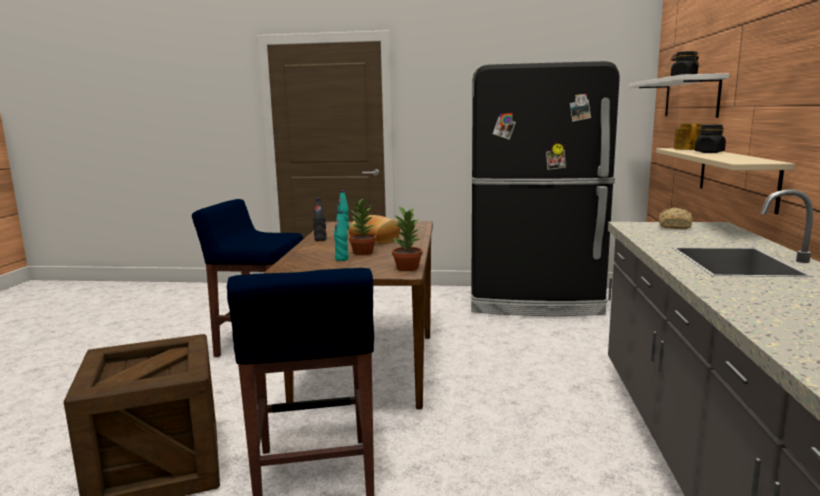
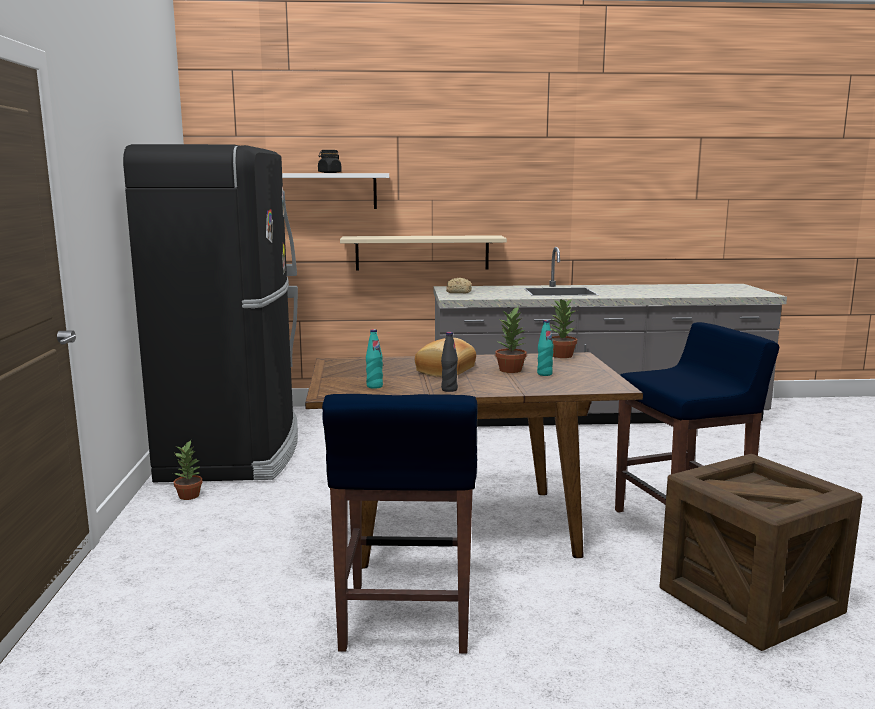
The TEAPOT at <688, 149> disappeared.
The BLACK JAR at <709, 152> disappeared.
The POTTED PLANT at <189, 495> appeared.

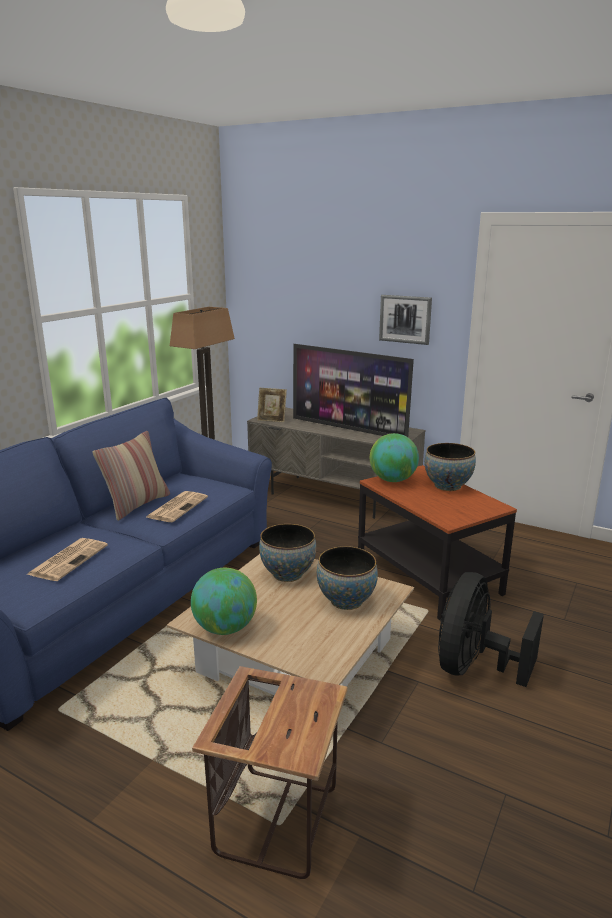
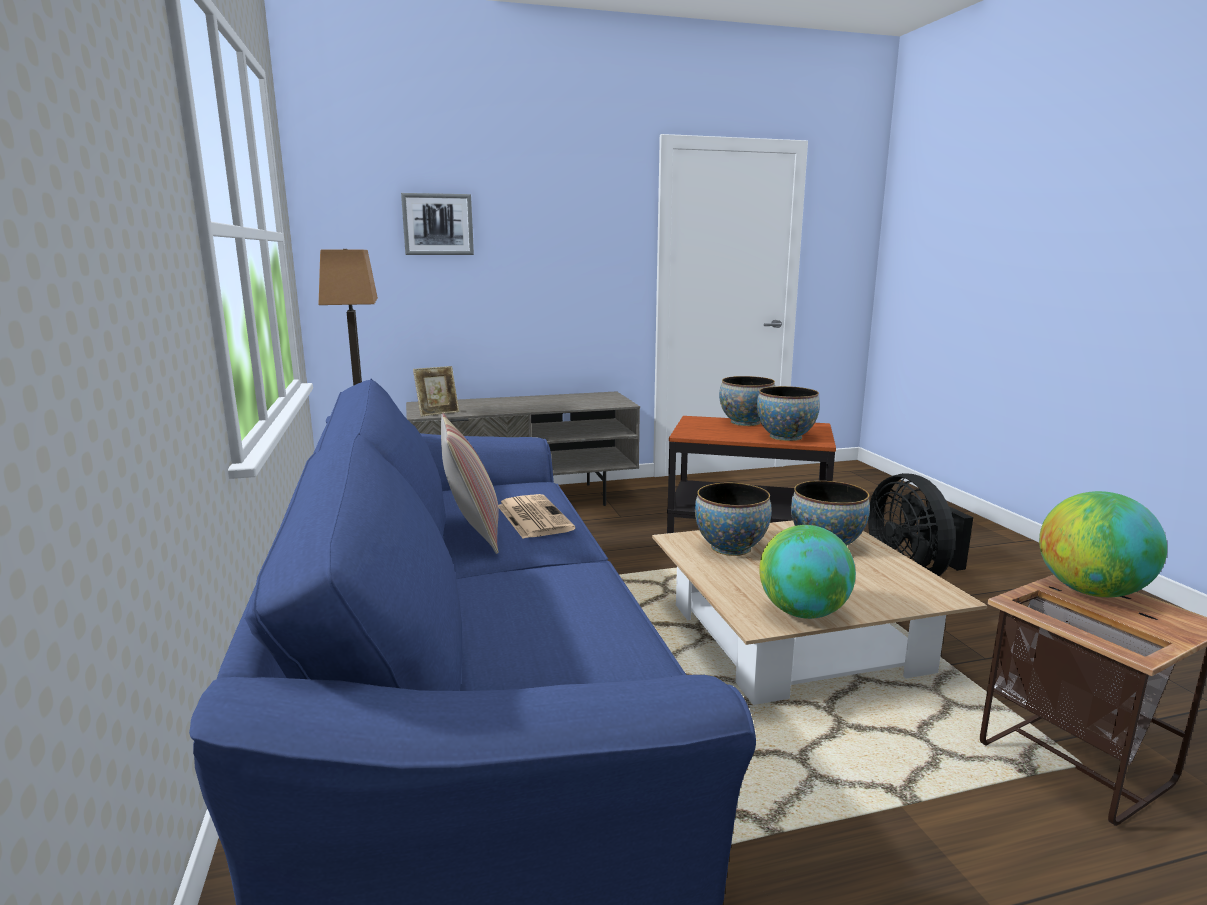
The NEWSPAPER at <69, 559> disappeared.
The TELEVISION at <349, 428> disappeared.
The BOWL at <785, 437> appeared.
The GLOBE moved from <392, 480> to <1091, 591>.
The PICTURE moved from <405, 319> to <438, 224>.

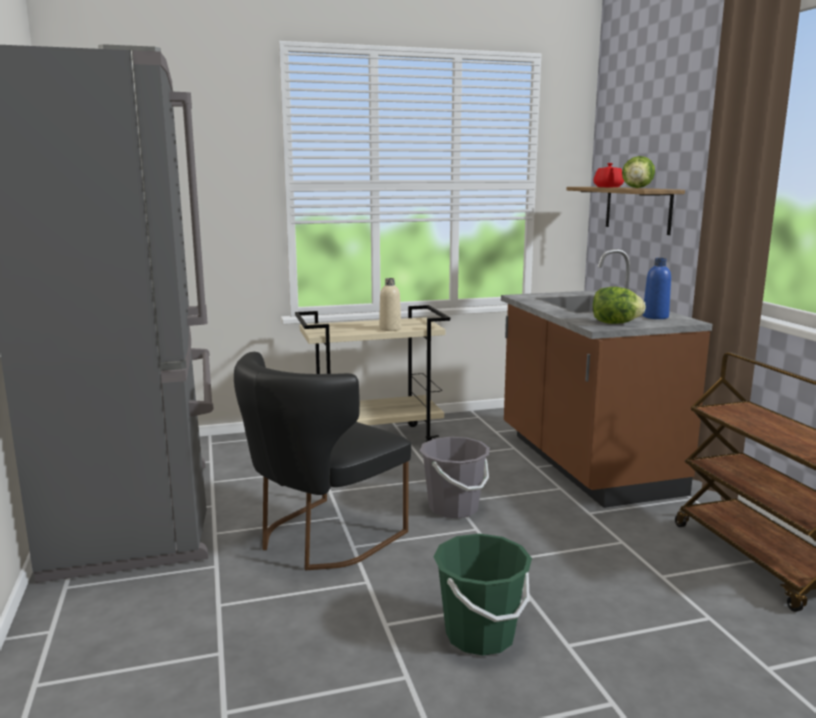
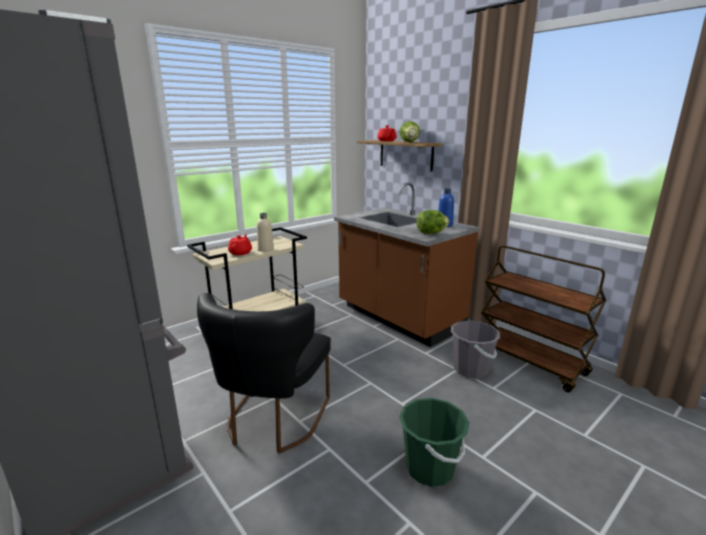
The RED TEAPOT at <240, 252> appeared.
The GREY BUCKET moved from <454, 508> to <471, 369>.

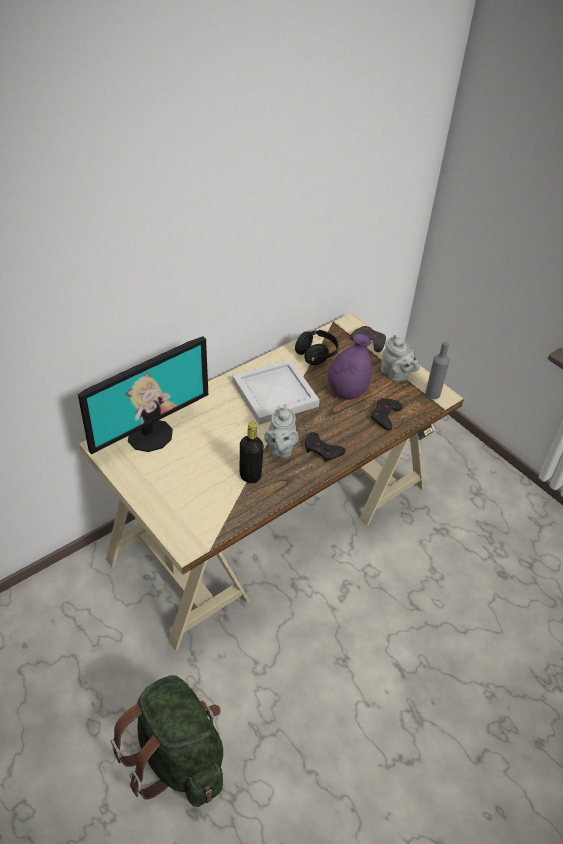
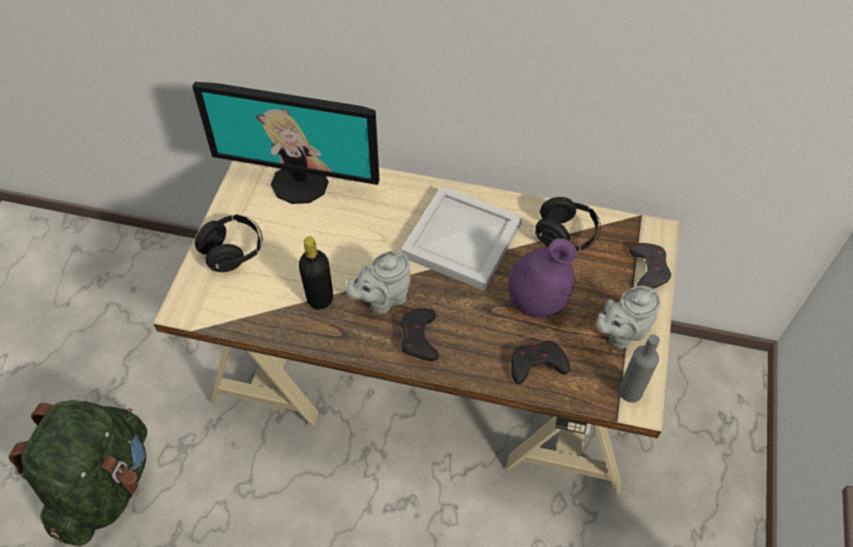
The BLACK HEADPHONES at <233, 252> appeared.
The GREY TEAPOT at <396, 375> turned 45 degrees clockwise.

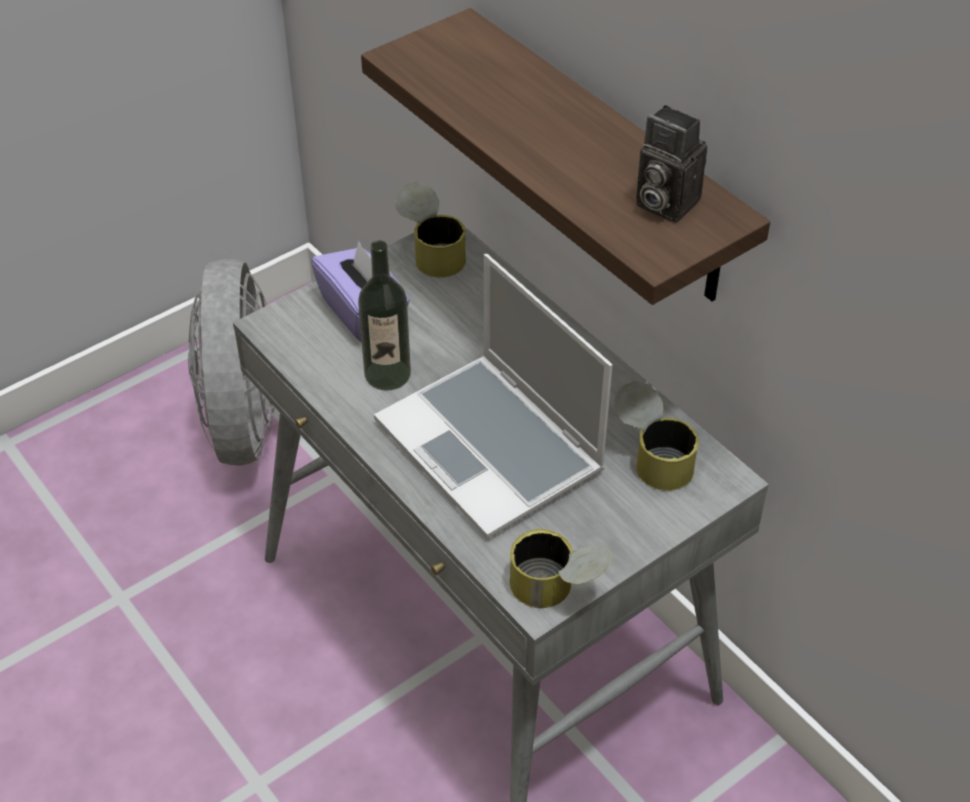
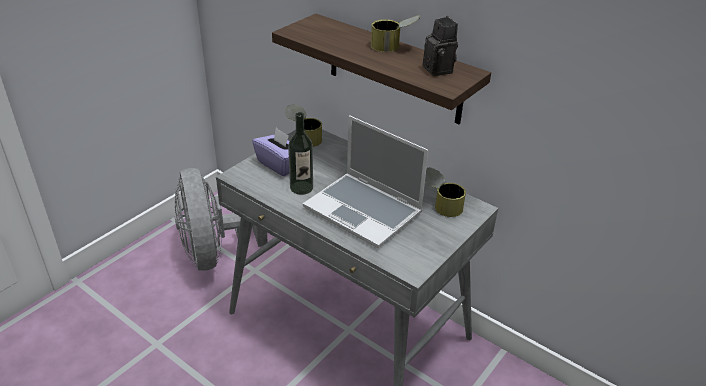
The CAN moved from <557, 591> to <393, 47>.
The PHOTO CAMERA at <662, 203> turned 135 degrees counterclockwise.

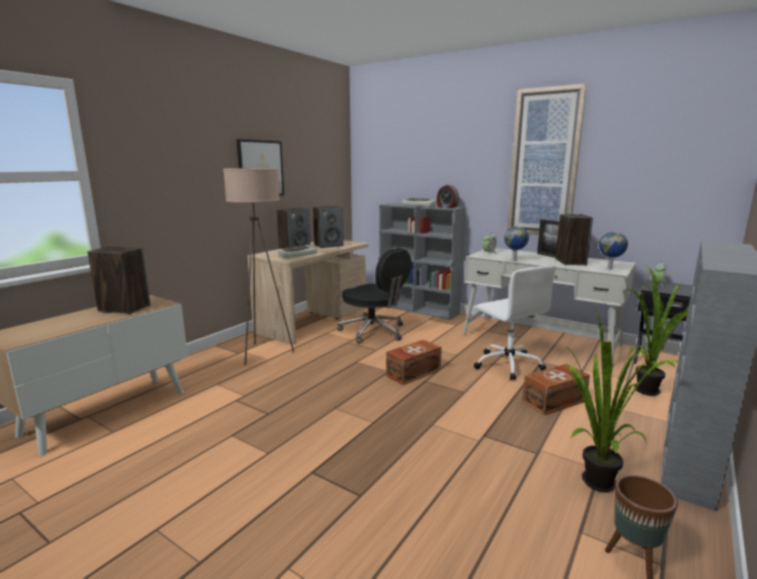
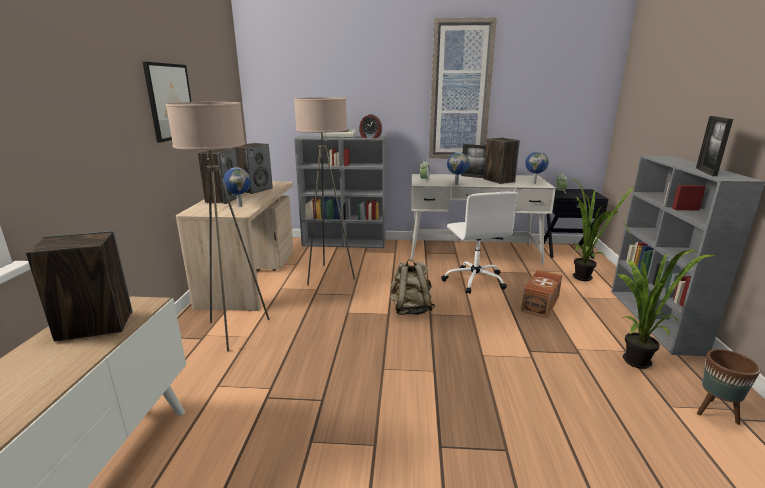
The PICTURE FRAME at <706, 172> appeared.
The KEYBOARD at <297, 254> was replaced by the GLOBE at <240, 206>.
The BLACK OFFICE CHAIR at <374, 332> was replaced by the BEIGE FLOOR LAMP at <329, 276>.
The BROWN STORAGE BOX at <412, 372> was replaced by the BEIGE BACKPACK at <410, 309>.
The WHITE OFFICE CHAIR at <507, 364> turned 45 degrees clockwise.

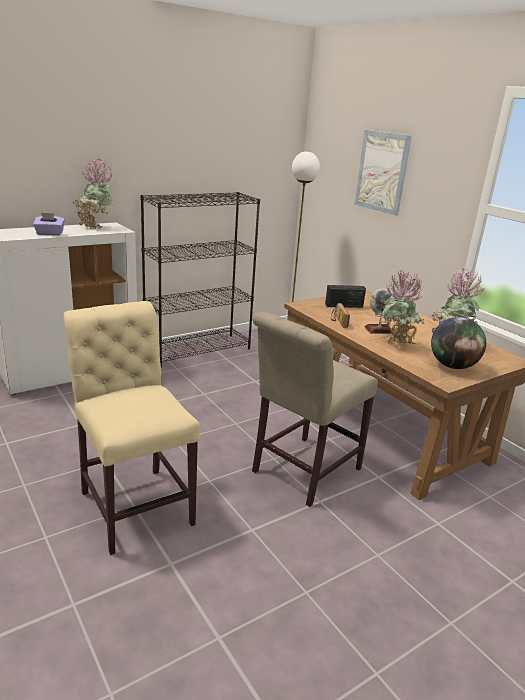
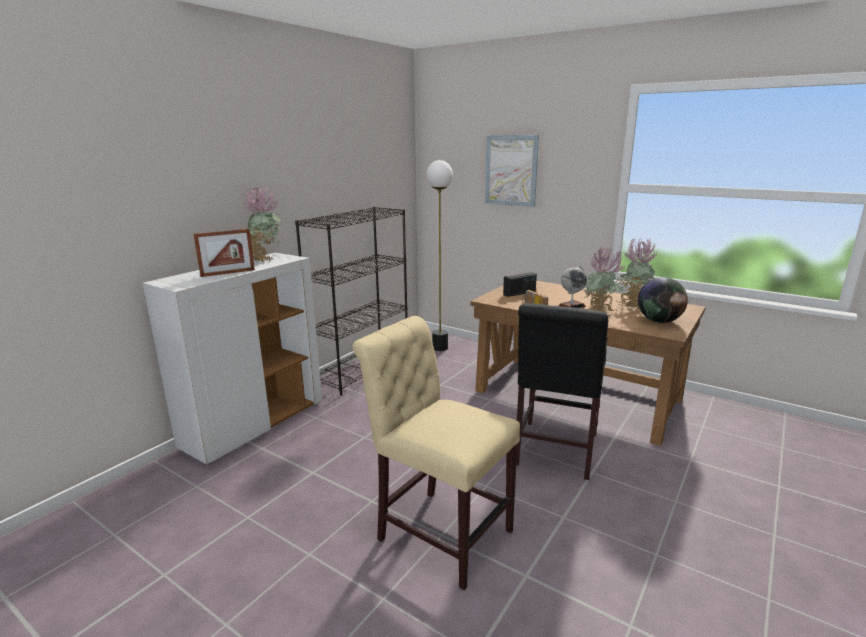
The PURPLE TISSUE BOX at <50, 234> was replaced by the PICTURE FRAME at <228, 273>.
The BEIGE CHAIR at <302, 472> became the BLACK CHAIR at <554, 452>.

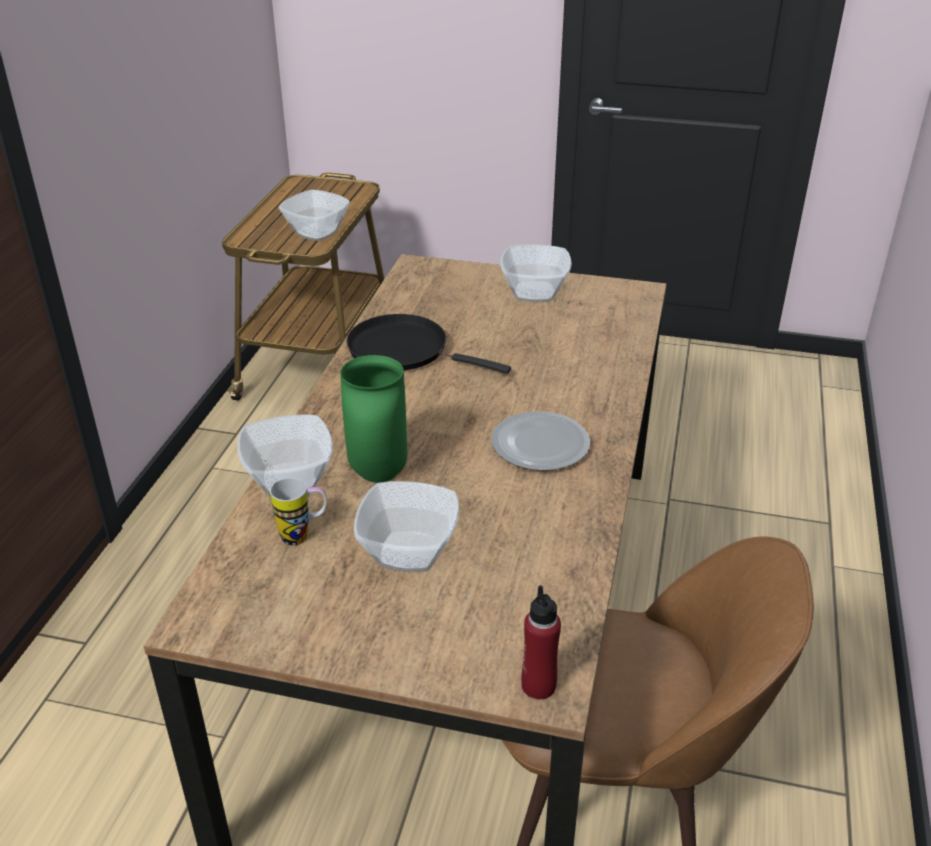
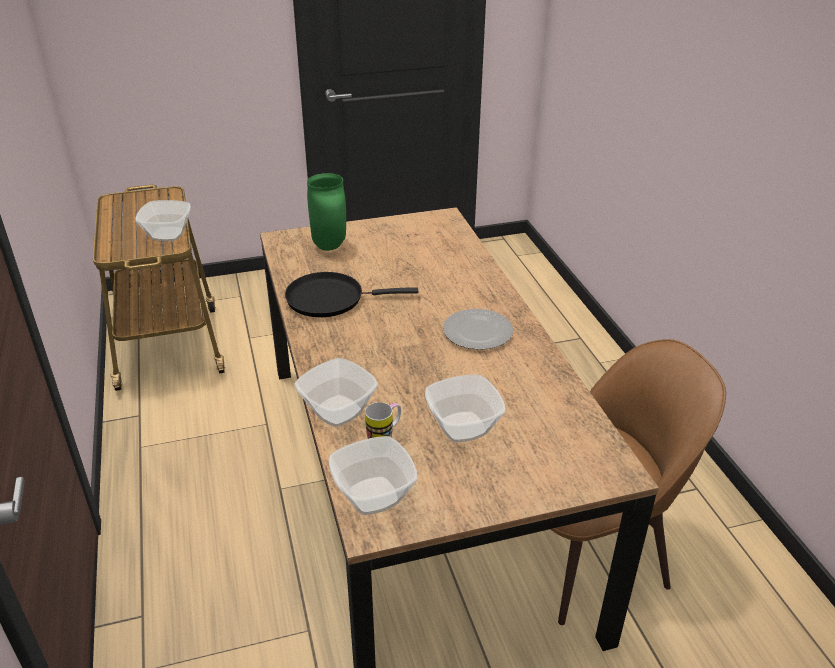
The RED BOTTLE at <538, 686> disappeared.
The GREEN VASE moved from <376, 474> to <328, 246>.
The BOWL moved from <533, 293> to <373, 497>.

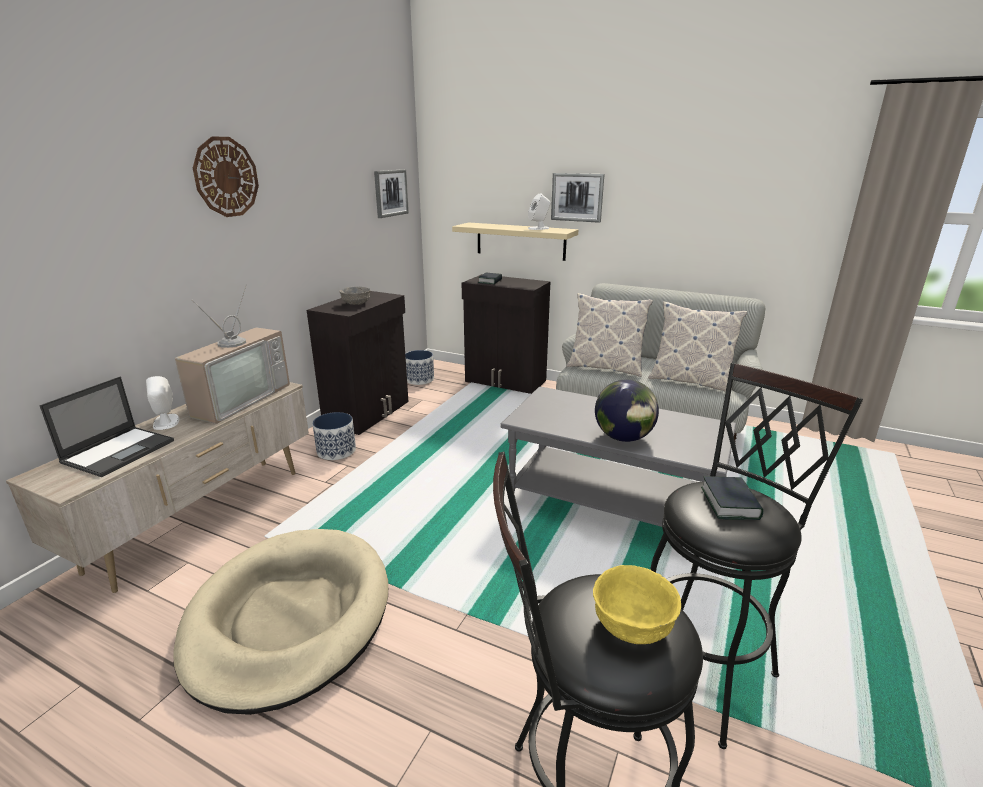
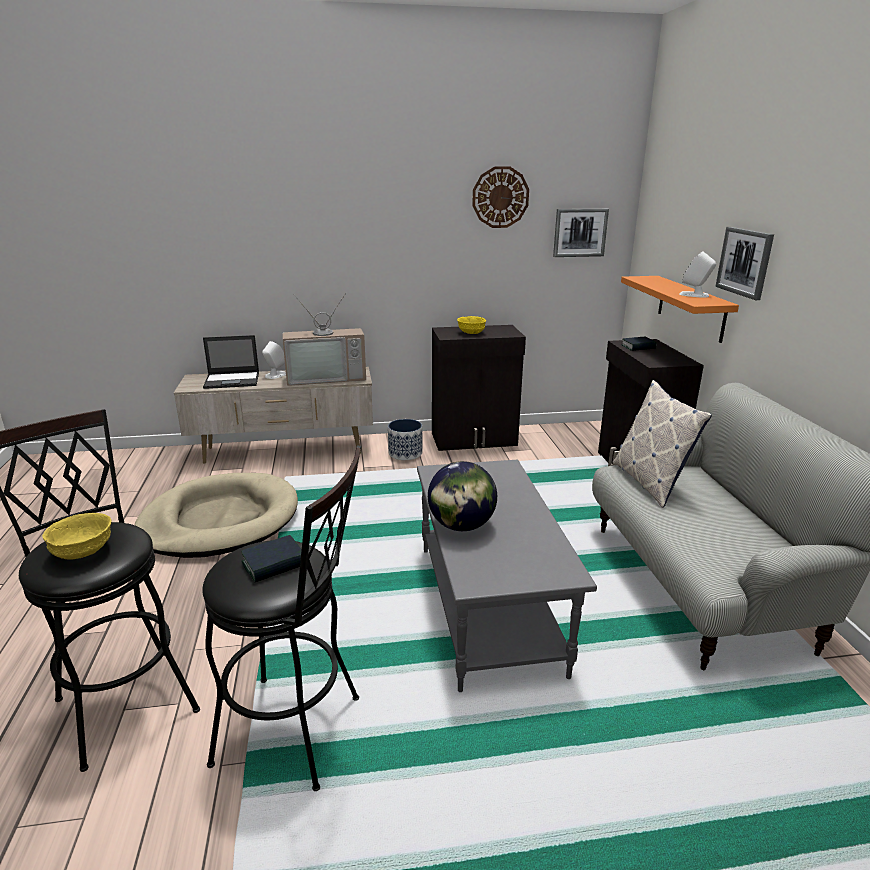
The PLANTER at <419, 379> disappeared.
The PILLOW at <690, 381> disappeared.
The WALL CLOCK moved from <226, 177> to <500, 197>.
The GREY BOWL at <355, 304> became the YELLOW BOWL at <471, 333>.
The BEIGE SHELF at <520, 241> became the ORANGE SHELF at <691, 308>.

